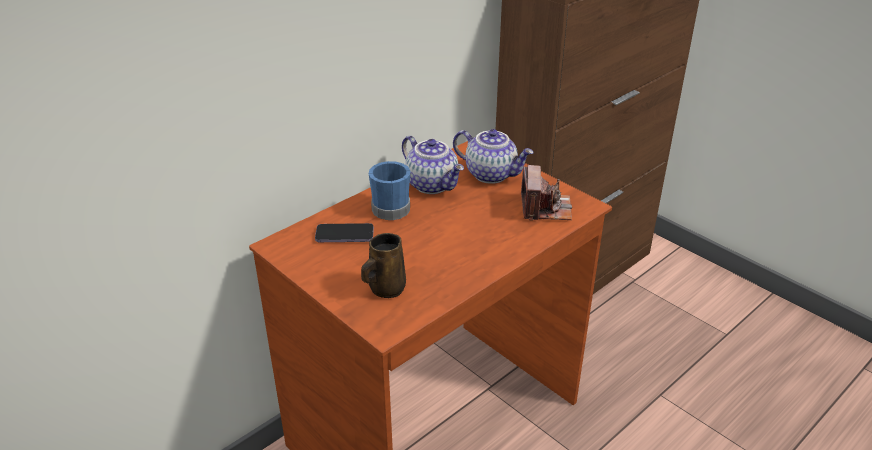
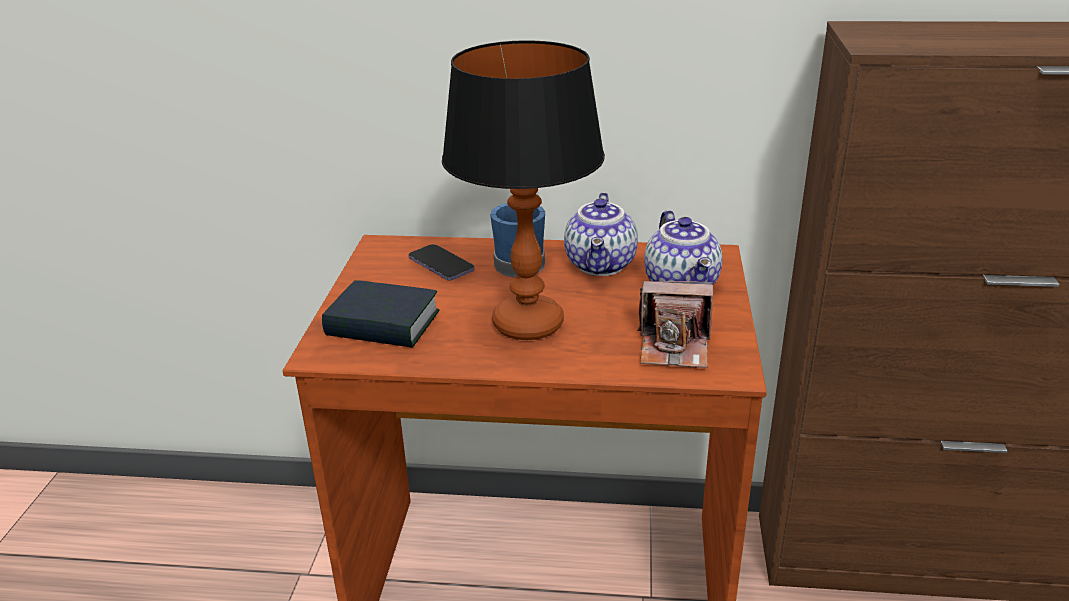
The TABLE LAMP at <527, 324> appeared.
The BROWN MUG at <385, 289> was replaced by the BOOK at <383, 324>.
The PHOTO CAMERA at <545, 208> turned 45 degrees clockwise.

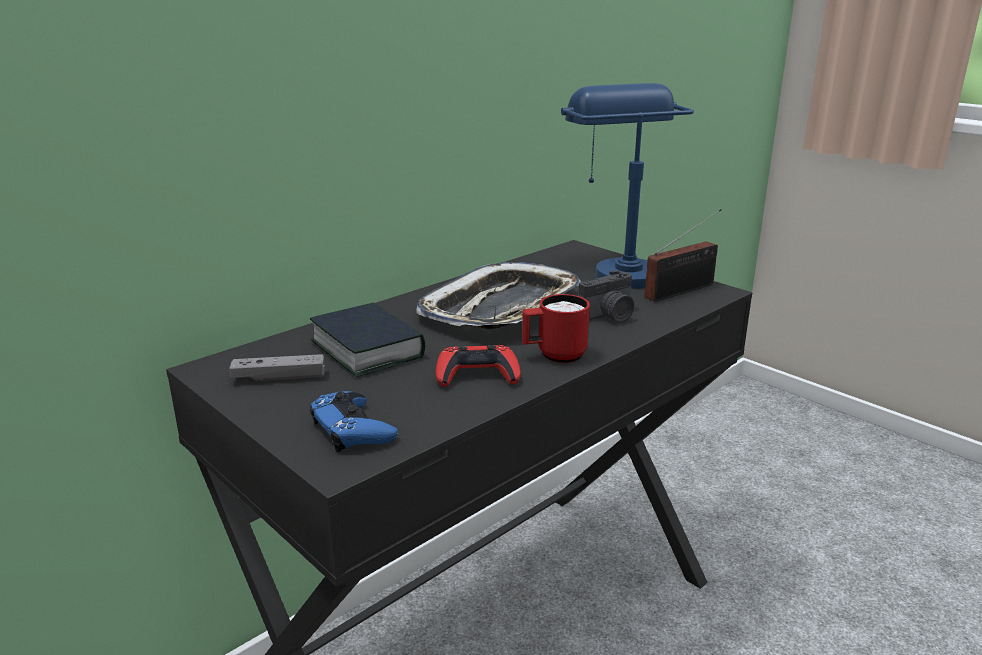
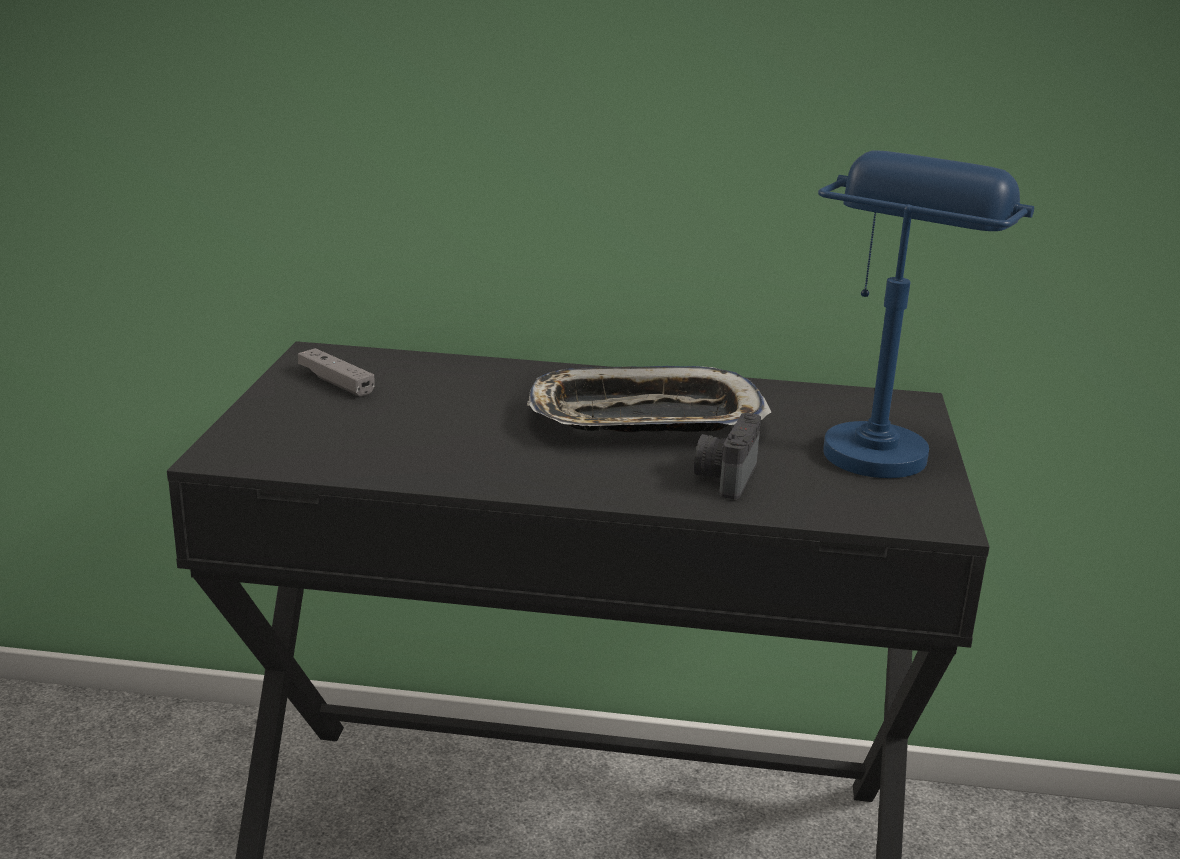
The BLUE GAME CONTROLLER at <352, 429> disappeared.
The BOOK at <367, 349> disappeared.
The RED GAME CONTROLLER at <477, 375> disappeared.
The RED MUG at <554, 356> disappeared.
The RADIO at <683, 290> disappeared.
The PHOTO CAMERA at <609, 316> turned 90 degrees clockwise.

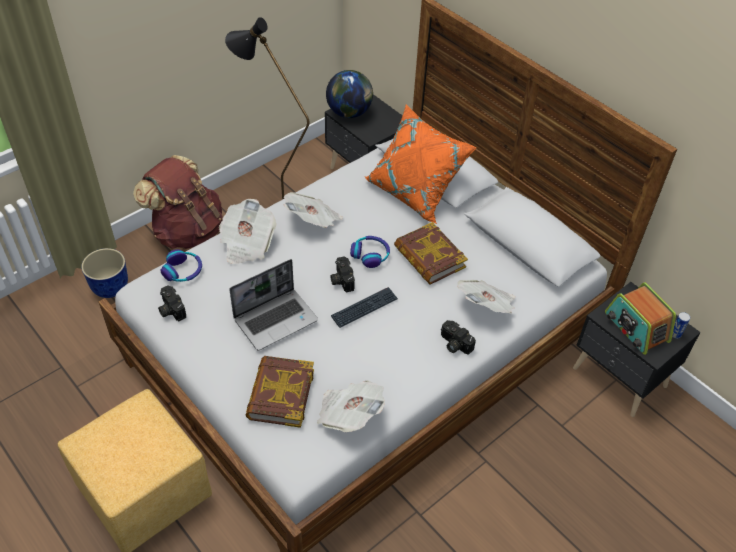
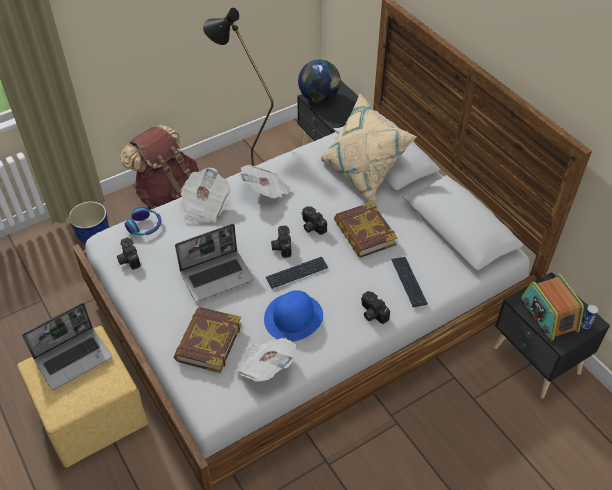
The LAPTOP at <74, 358> appeared.
The BLUE HAT at <293, 317> appeared.
The HEADPHONES at <370, 255> was replaced by the PHOTO CAMERA at <311, 226>.
The NEWSPAPER at <486, 306> was replaced by the KEYBOARD at <408, 282>.
The ORANGE PILLOW at <415, 192> became the BEIGE PILLOW at <363, 173>.

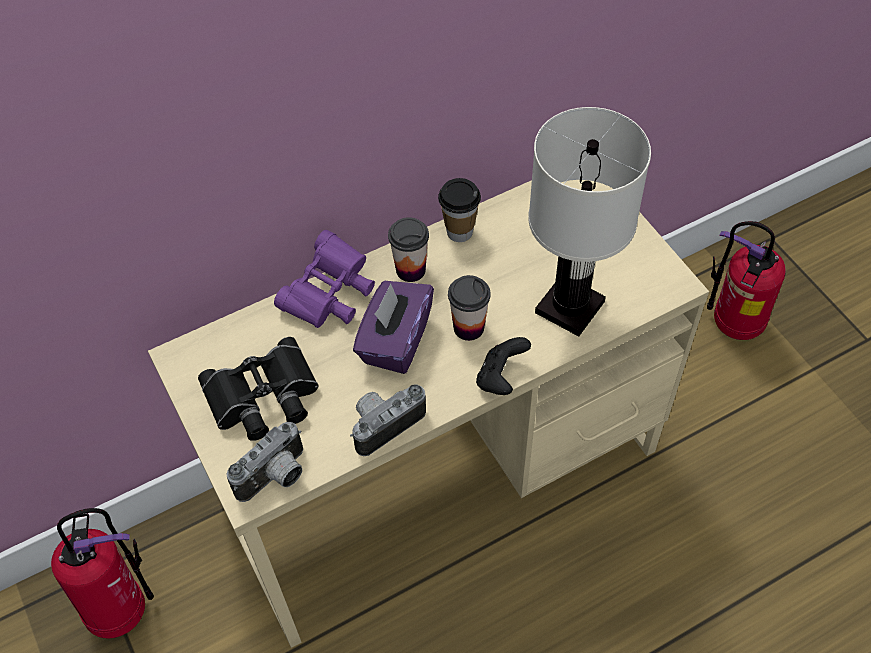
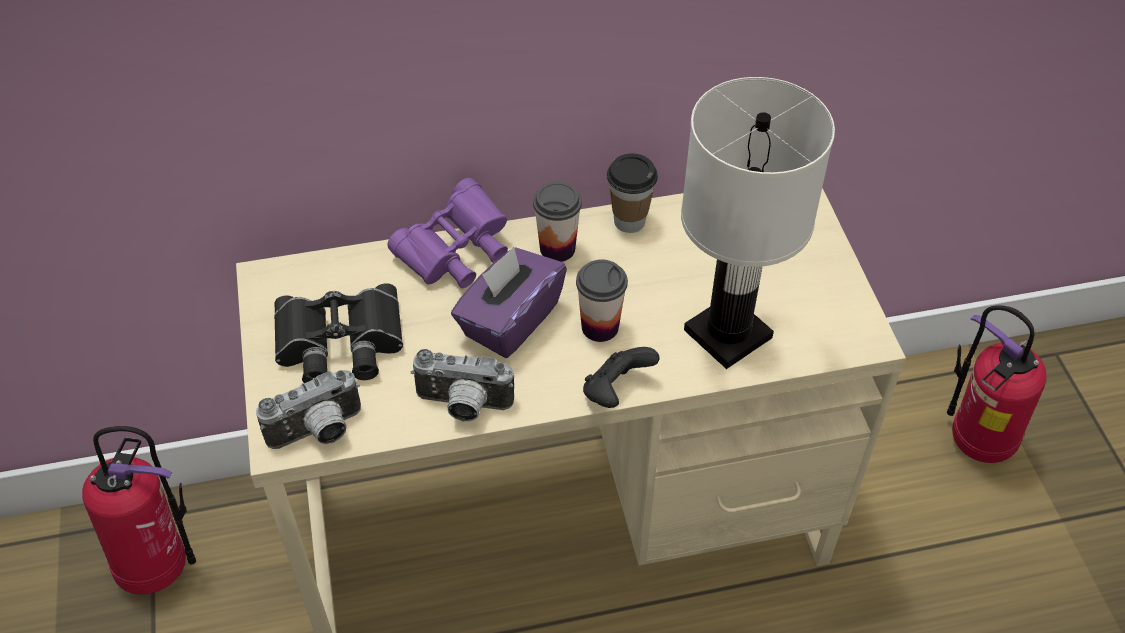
The PHOTO CAMERA at <384, 423> turned 150 degrees counterclockwise.

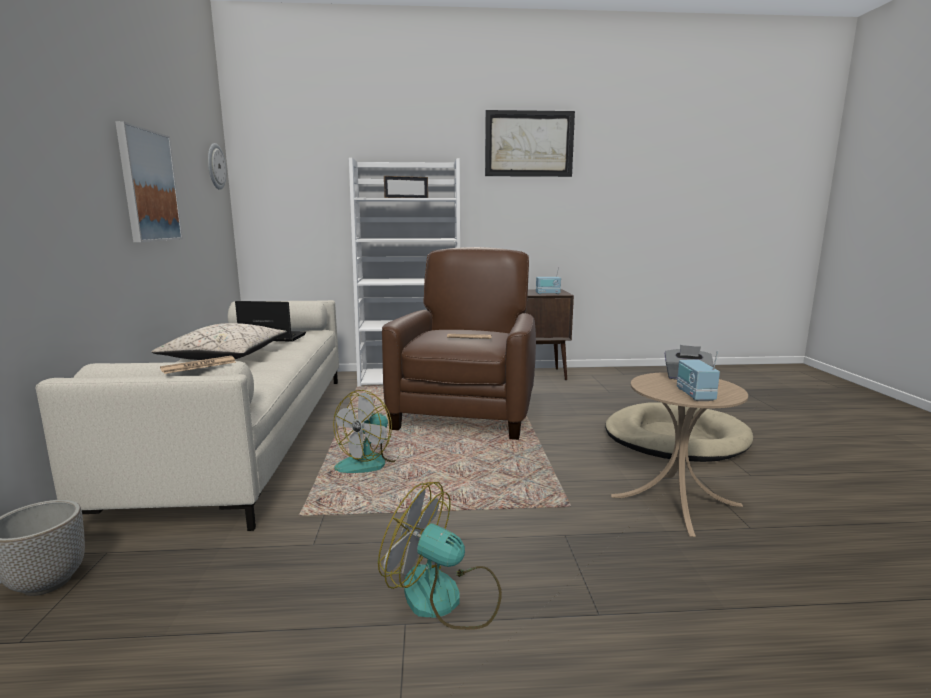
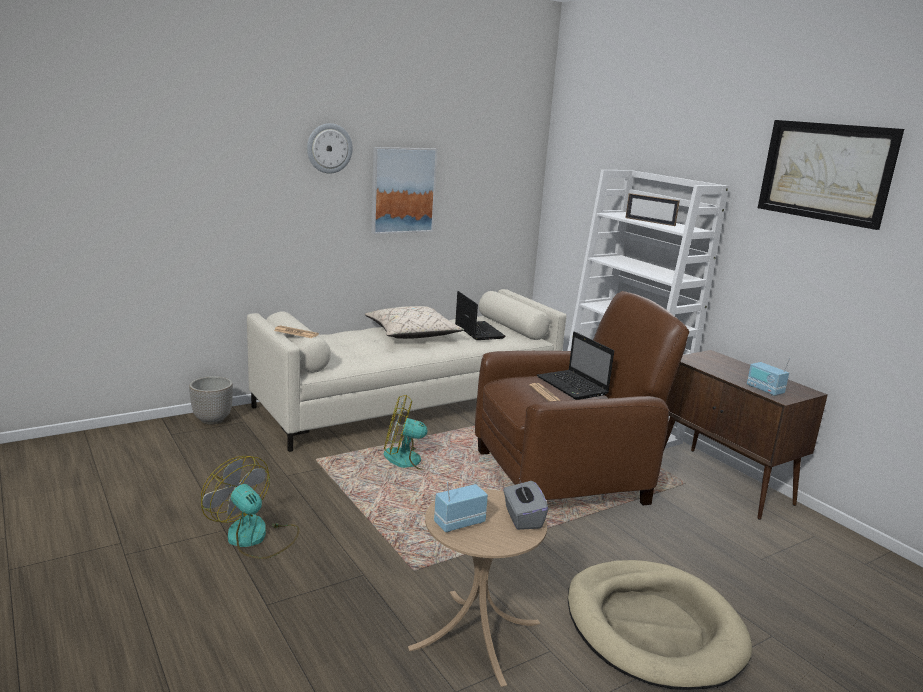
The LAPTOP at <573, 386> appeared.
The WALL CLOCK moved from <215, 166> to <329, 148>.
The FAN at <445, 598> turned 45 degrees counterclockwise.

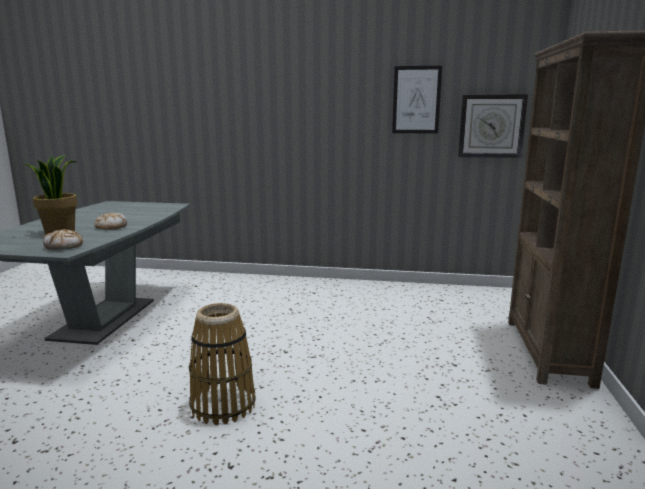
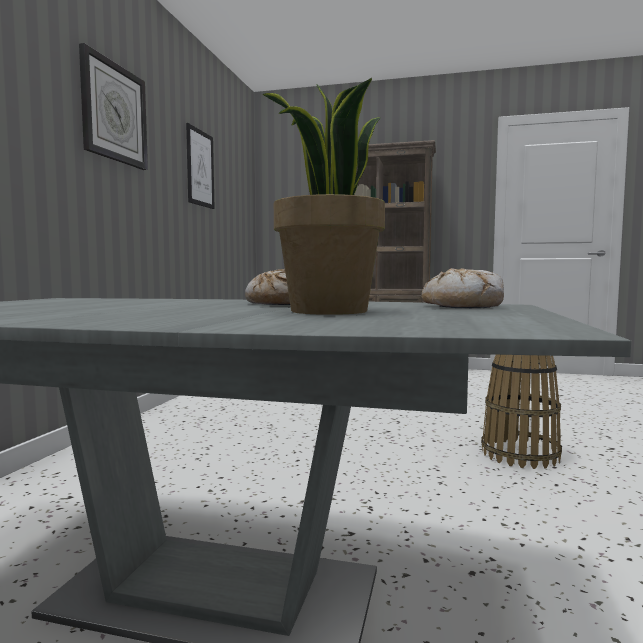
The WALL CLOCK moved from <491, 126> to <114, 113>.

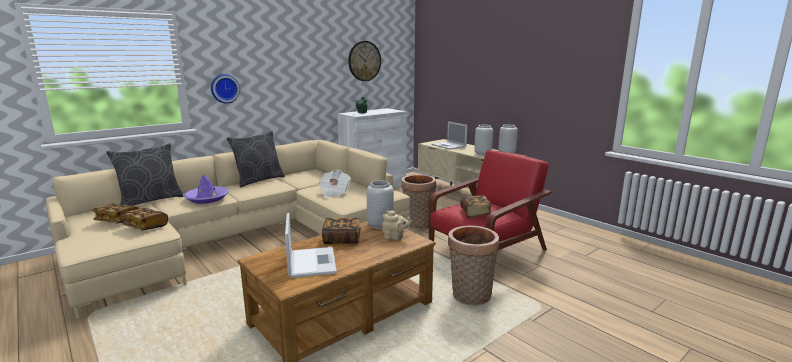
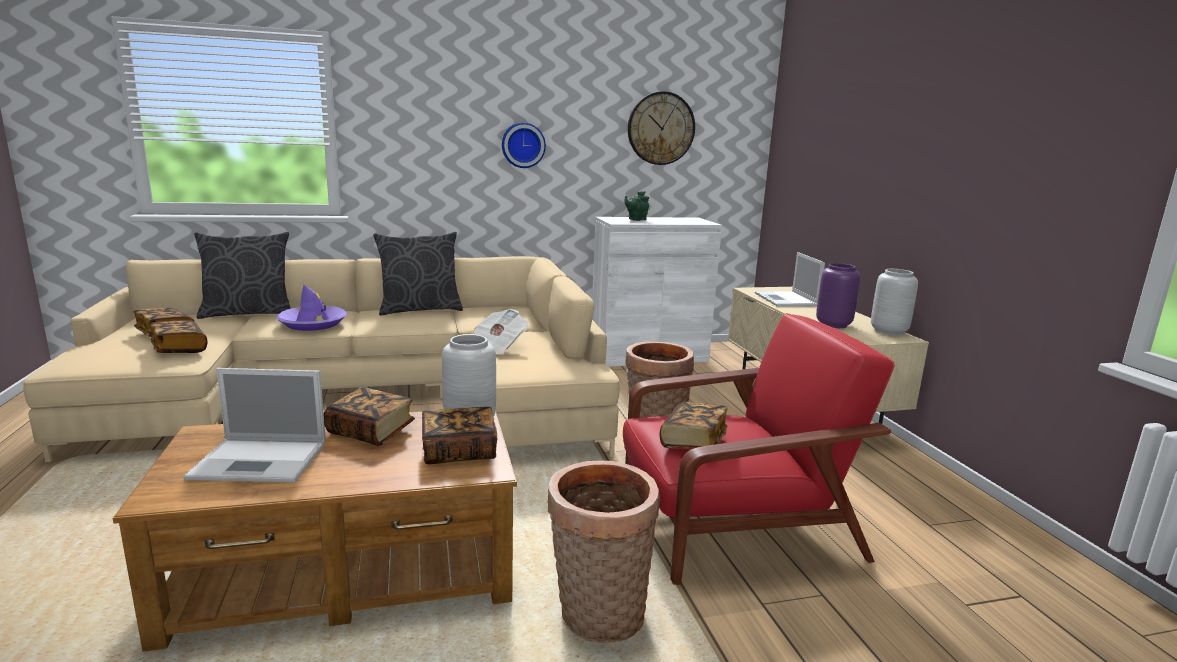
The WALL CLOCK moved from <224, 88> to <523, 145>.
The BEIGE TEAPOT at <395, 237> was replaced by the BOOK at <459, 451>.
The GREY VASE at <483, 154> became the PURPLE VASE at <834, 324>.
The LAPTOP at <311, 262> turned 75 degrees clockwise.

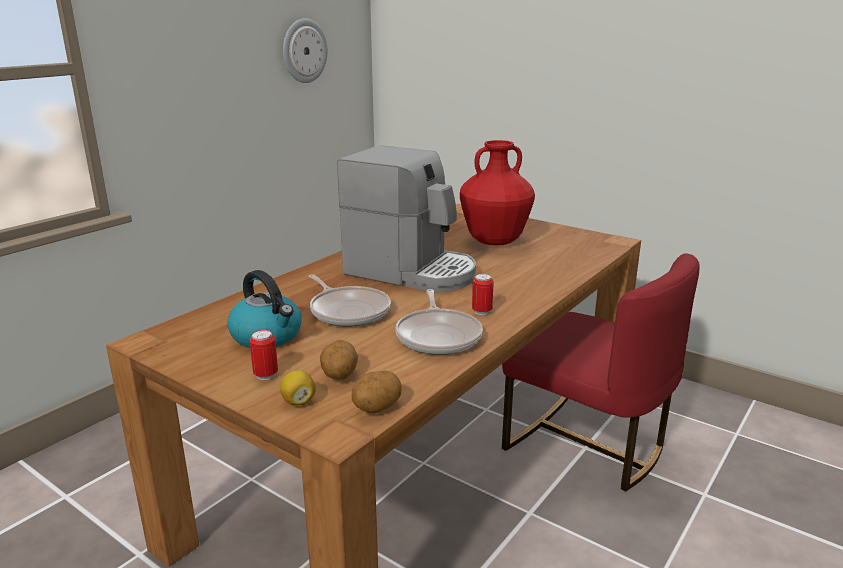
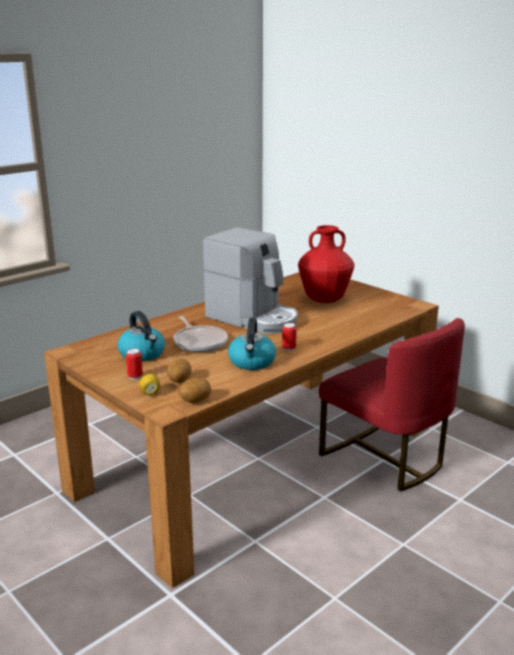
The WALL CLOCK at <304, 51> disappeared.
The FRYING PAN at <438, 336> was replaced by the KETTLE at <252, 362>.

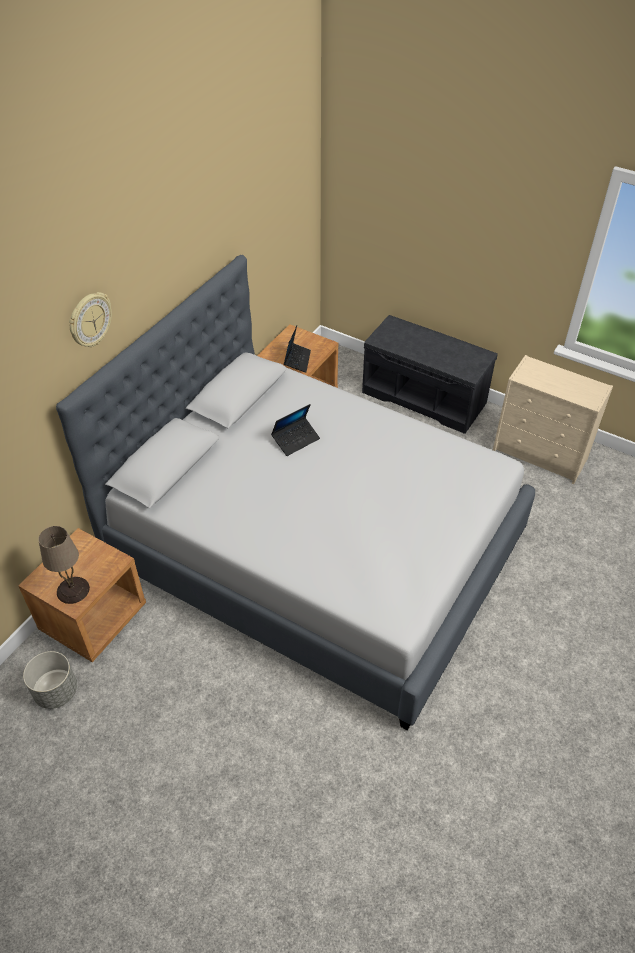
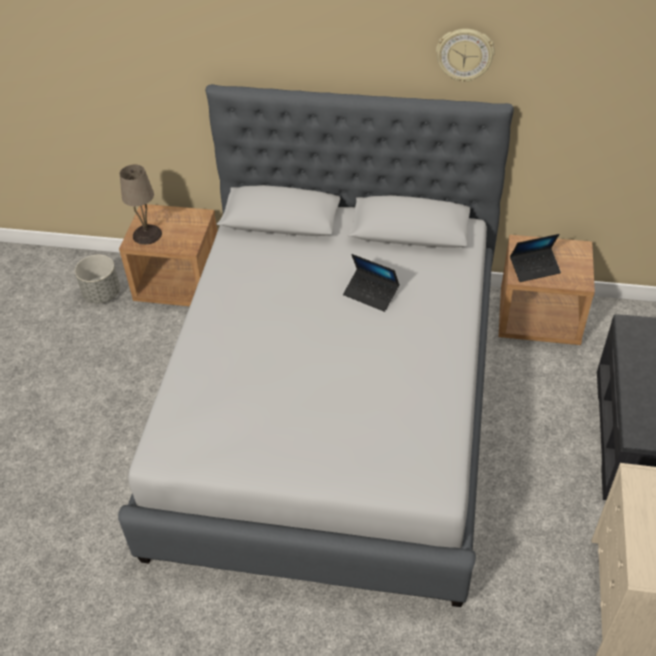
The WALL CLOCK moved from <90, 320> to <464, 54>.

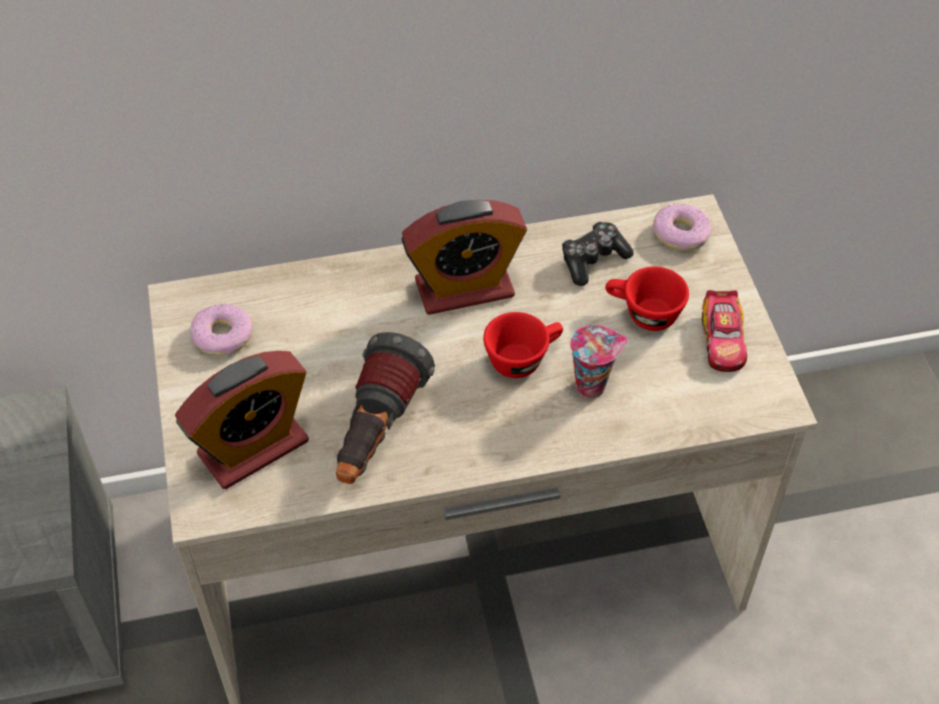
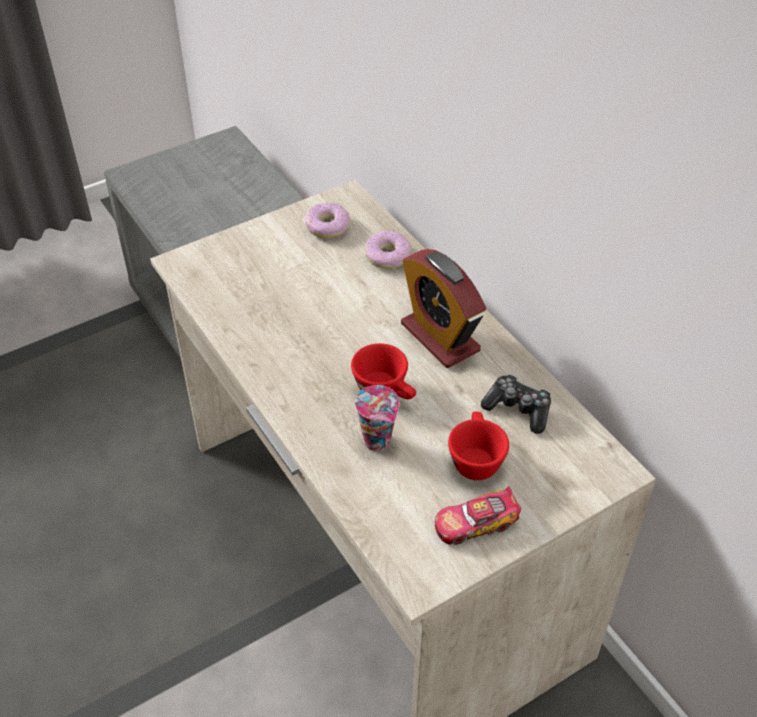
The ALARM CLOCK at <253, 448> disappeared.
The FLASHLIGHT at <377, 434> disappeared.
The DONUT moved from <681, 233> to <388, 256>.

